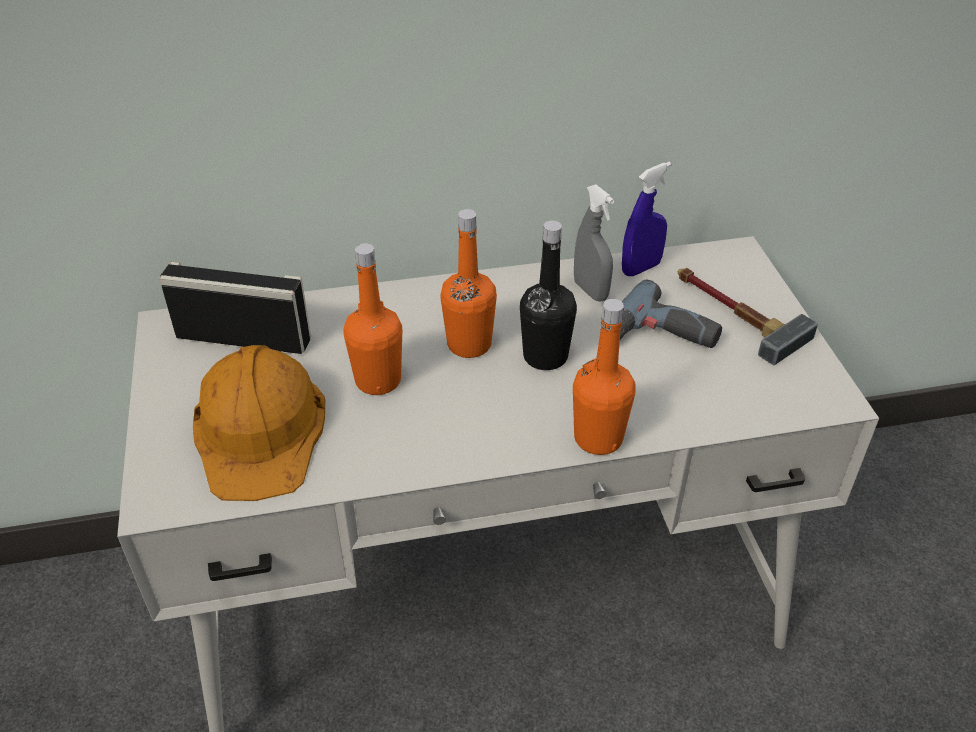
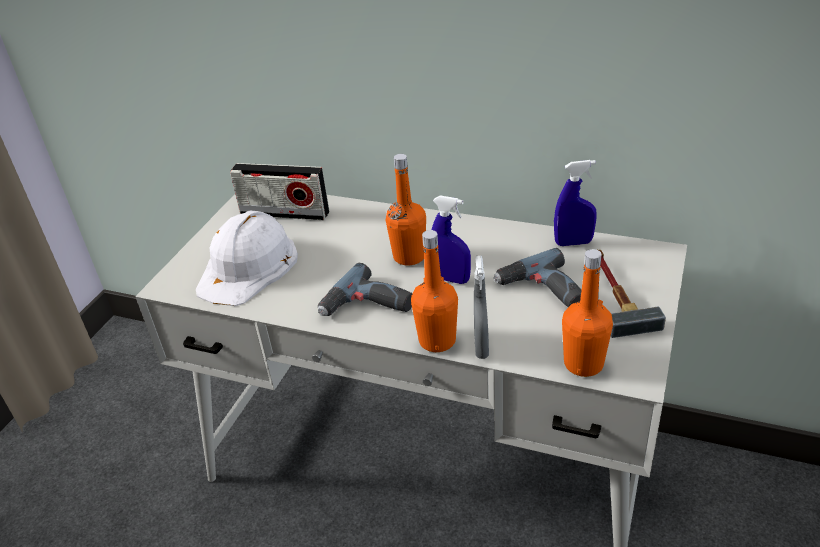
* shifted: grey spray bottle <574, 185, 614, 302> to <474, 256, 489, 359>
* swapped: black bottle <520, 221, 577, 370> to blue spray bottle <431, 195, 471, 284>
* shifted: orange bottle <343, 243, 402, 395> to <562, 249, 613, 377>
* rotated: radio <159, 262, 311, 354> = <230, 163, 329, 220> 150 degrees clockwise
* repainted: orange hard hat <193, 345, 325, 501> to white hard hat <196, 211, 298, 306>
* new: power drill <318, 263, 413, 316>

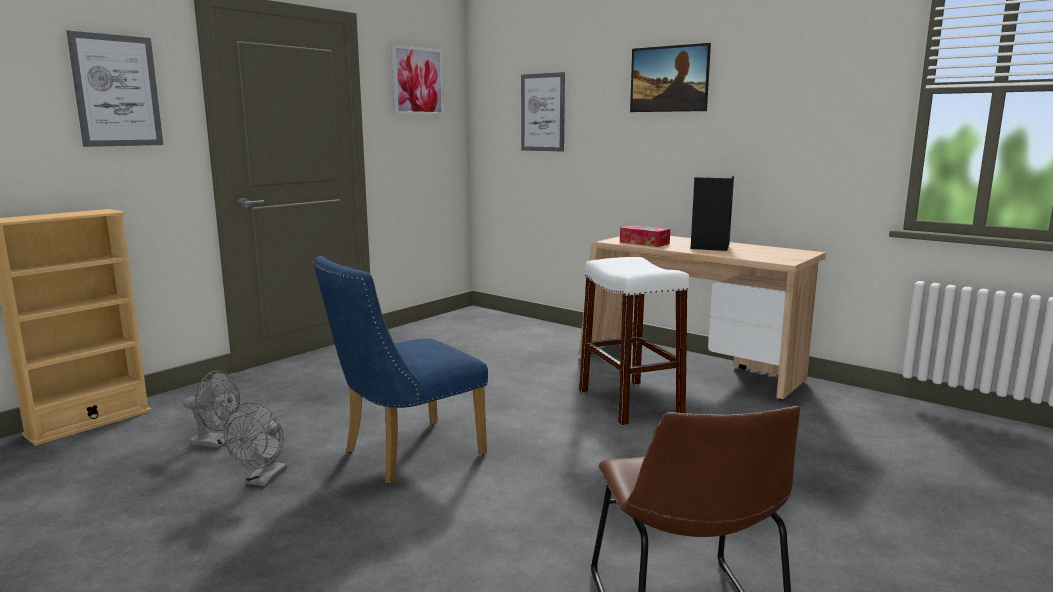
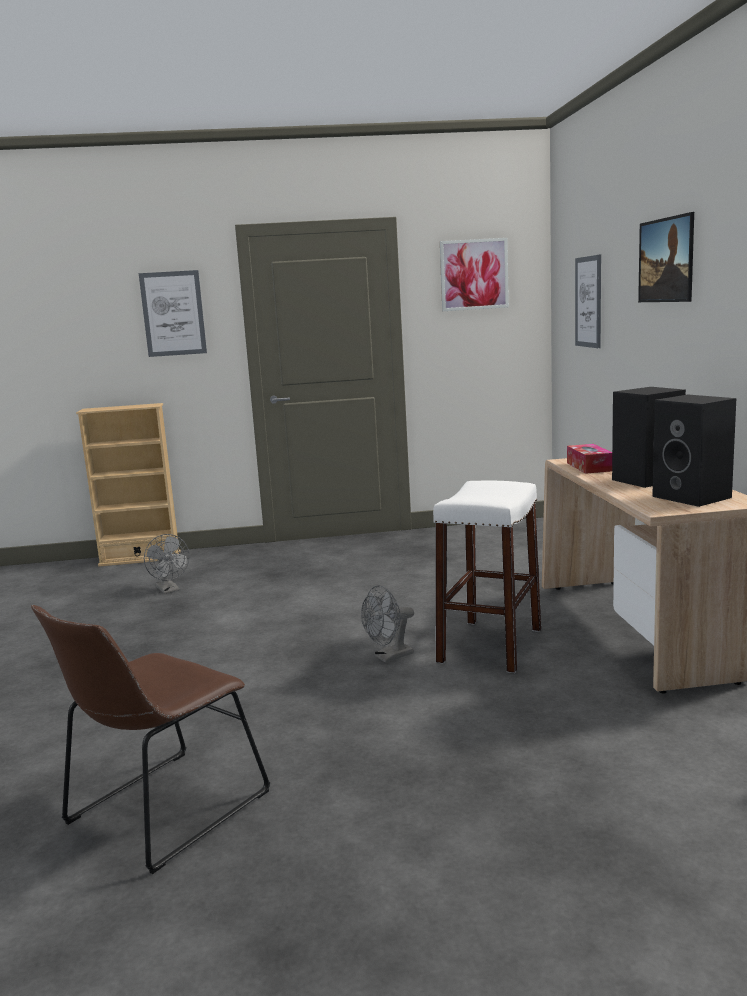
* gone: blue chair <313, 256, 488, 484>
* shifted: grey fan <224, 402, 287, 486> to <361, 585, 414, 663>
* new: black speaker <652, 395, 736, 507>

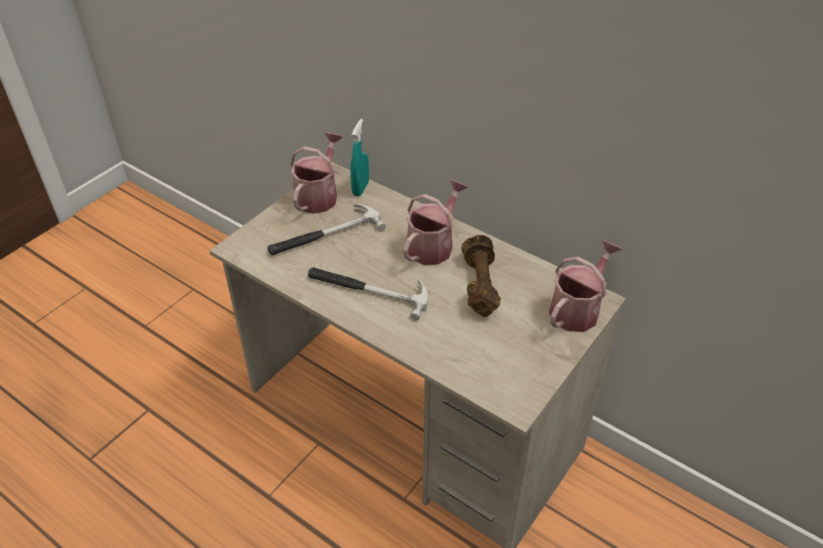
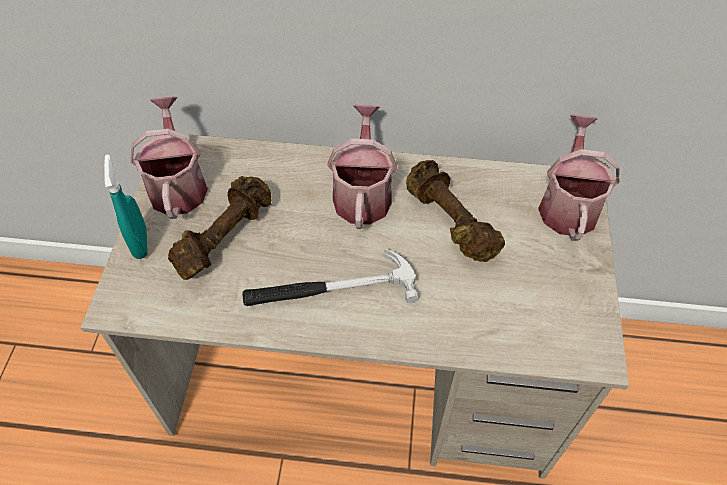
* shifted: turquoise spray bottle <350, 119, 369, 196> to <104, 154, 148, 259>
* swapped: hammer <267, 204, 386, 255> to brown dumbbell <168, 176, 271, 280>

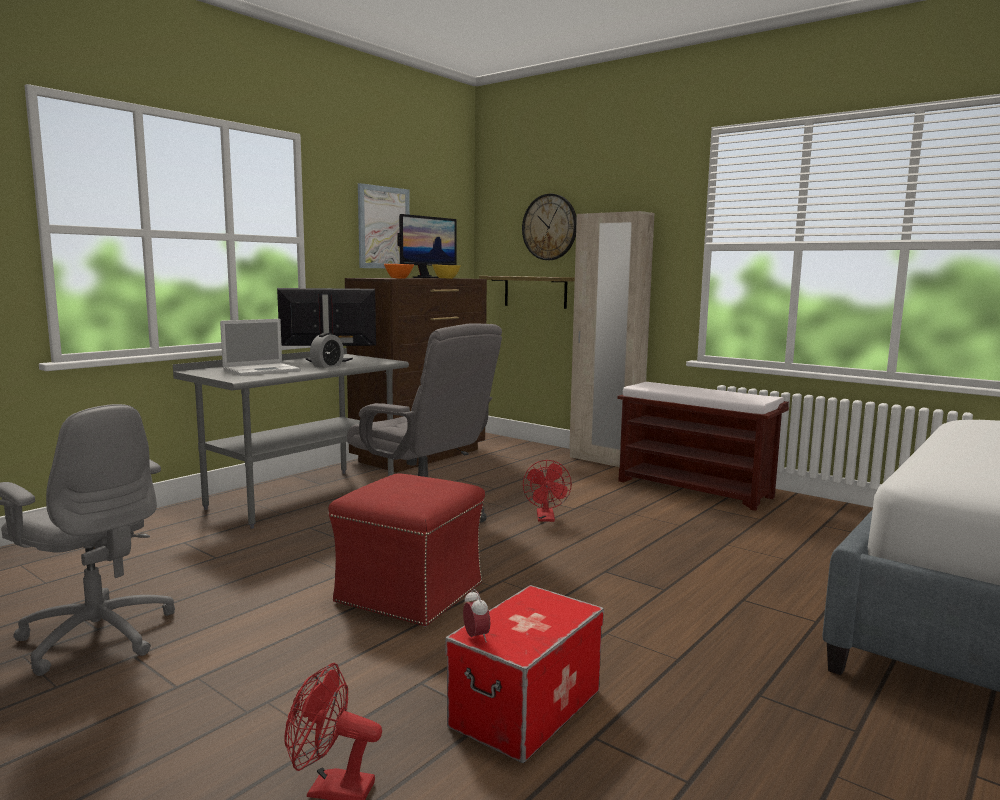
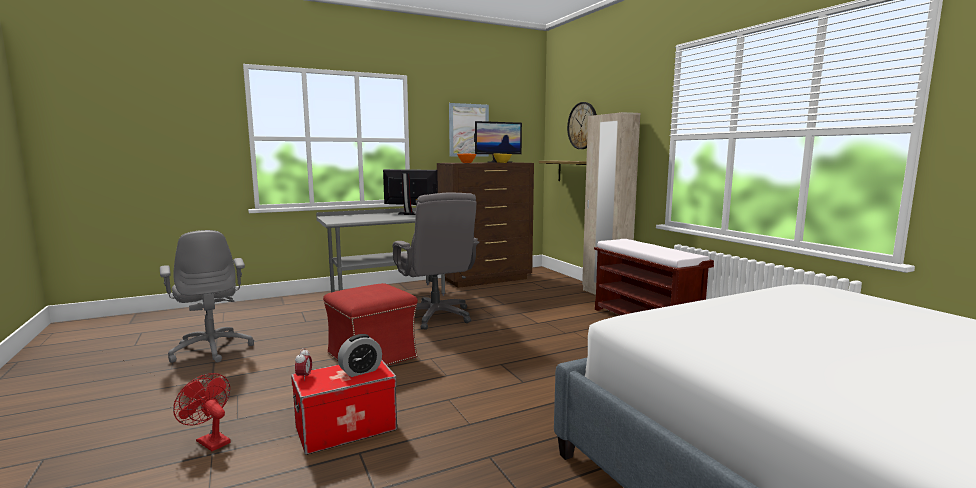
* gone: laptop <220, 319, 301, 376>
* shifted: alarm clock <310, 333, 344, 368> to <338, 334, 382, 377>
* gone: red fan <523, 460, 572, 522>

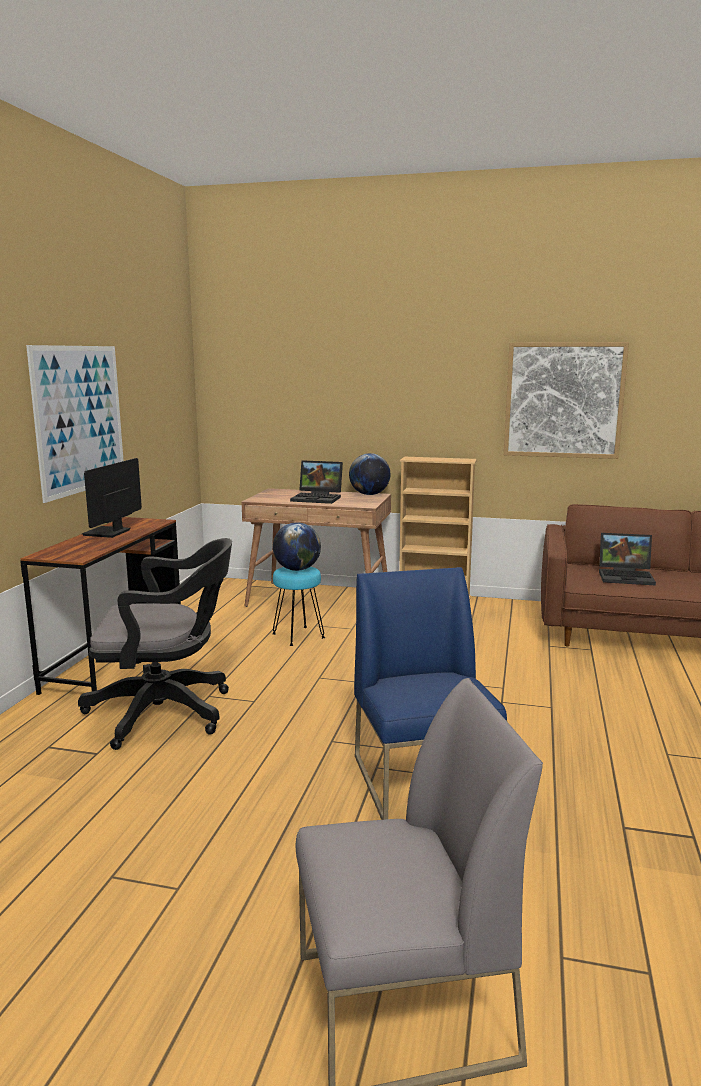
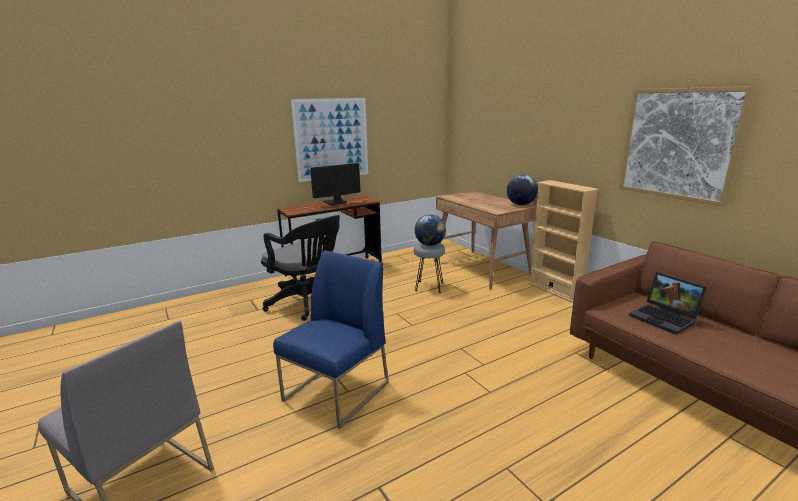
* gone: laptop <290, 460, 343, 504>
* repainted: turquoise stool <272, 567, 325, 646> to grey stool <414, 243, 445, 293>

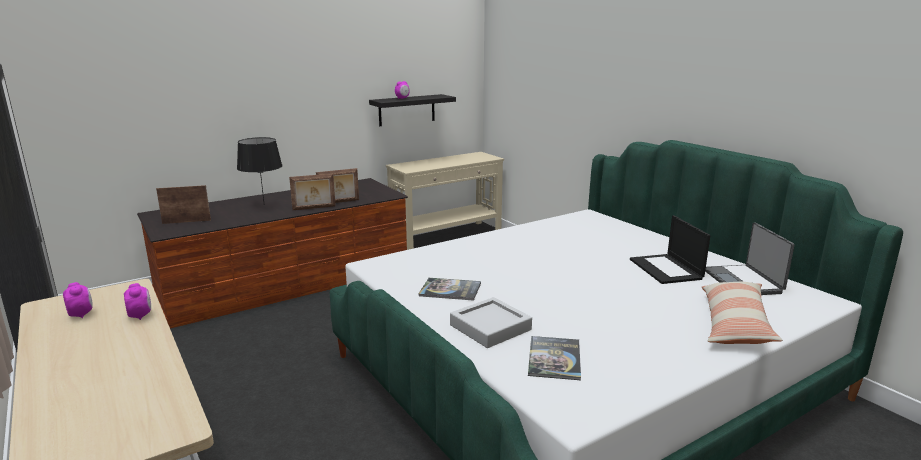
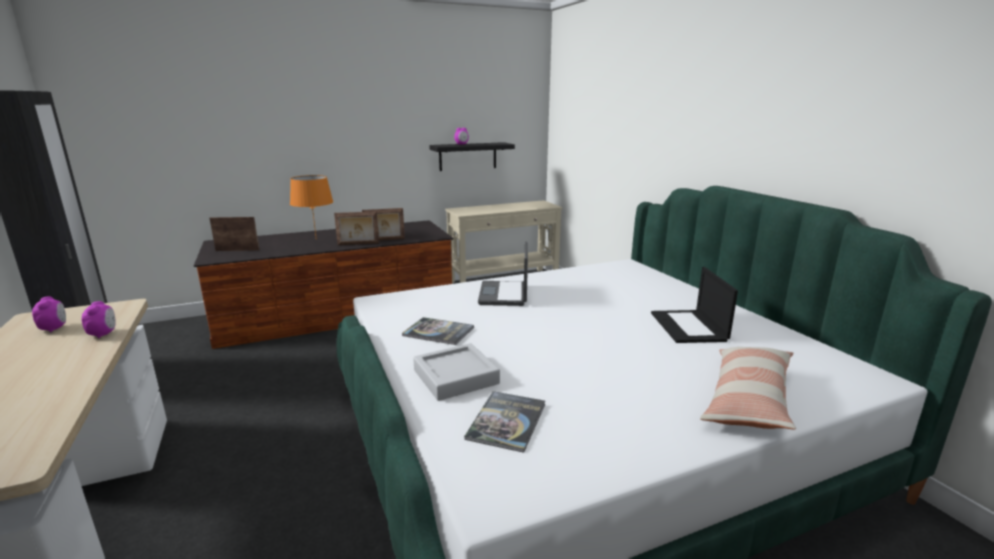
* repainted: black table lamp <237, 137, 283, 201> to orange table lamp <290, 175, 333, 235>
* shifted: laptop <705, 222, 794, 295> to <478, 241, 528, 306>

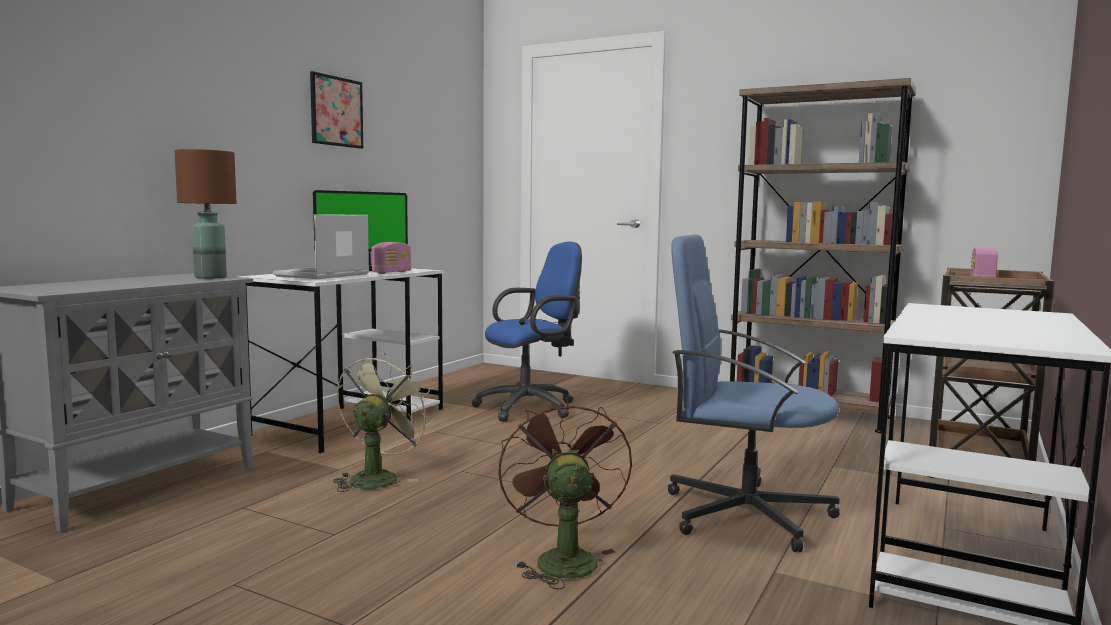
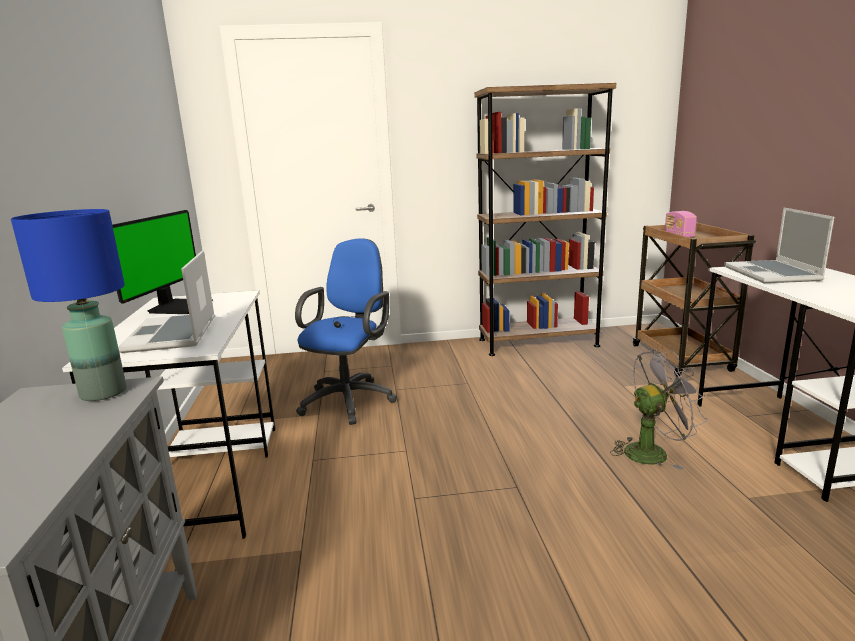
* gone: picture <310, 71, 363, 149>
* repainted: brown table lamp <174, 149, 237, 279> to blue table lamp <11, 209, 127, 401>
* swapped: blue office chair <668, 235, 840, 552> to grey fan <610, 349, 707, 470>
* gone: radio <371, 242, 411, 274>
* gone: green fan <333, 353, 434, 492>
* gone: brown fan <498, 397, 632, 589>
* new: laptop <724, 208, 834, 283>

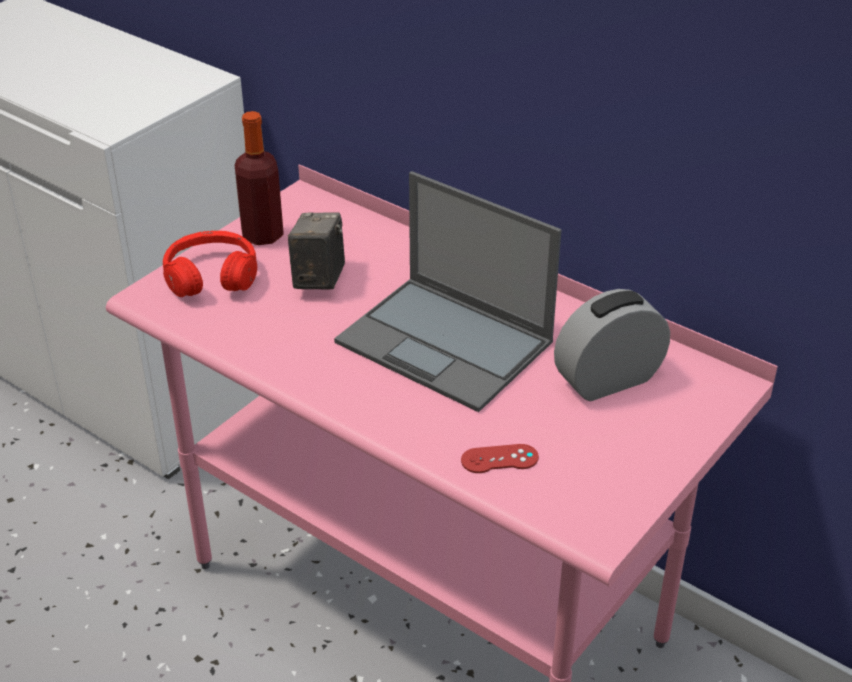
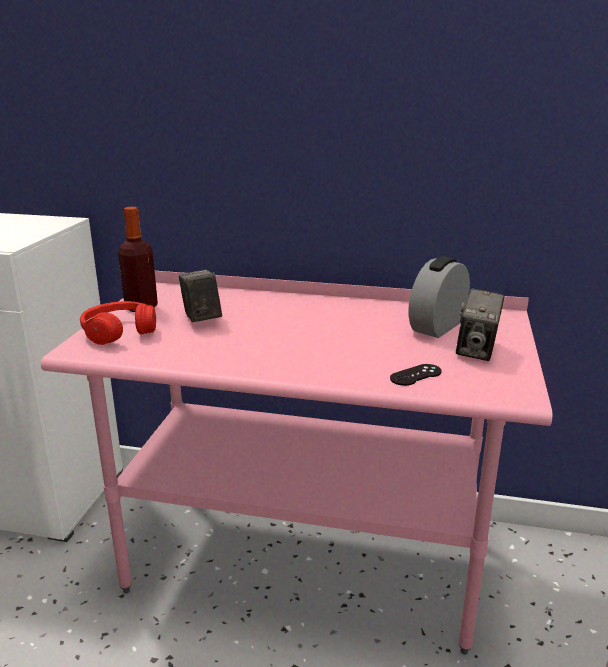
* gone: laptop <334, 171, 562, 412>
* repainted: red game controller <461, 444, 539, 473> to black game controller <390, 364, 442, 386>
* new: photo camera <456, 288, 504, 361>

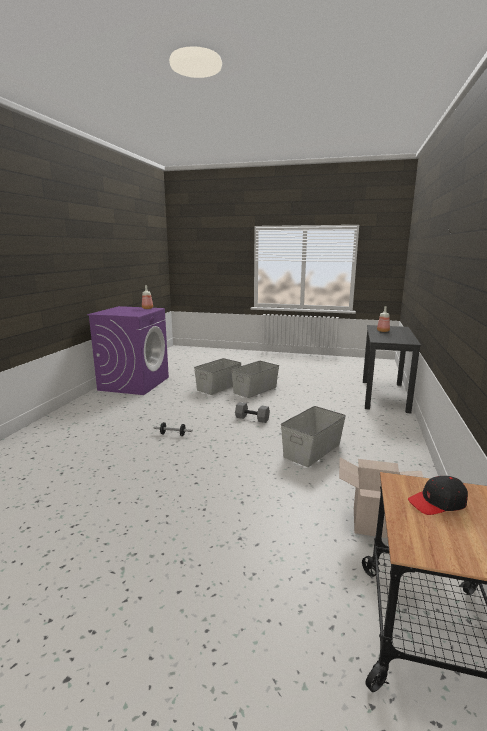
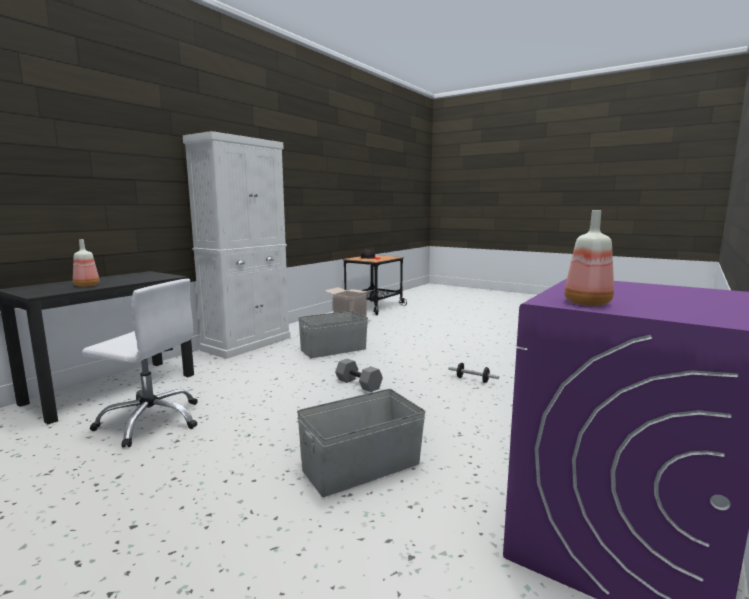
* gone: grey storage box <231, 361, 279, 398>
* new: white cabinet <183, 131, 290, 359>
* new: white office chair <82, 279, 198, 447>

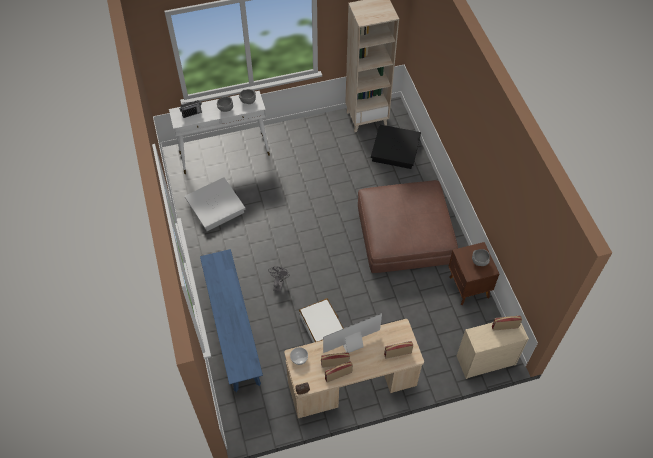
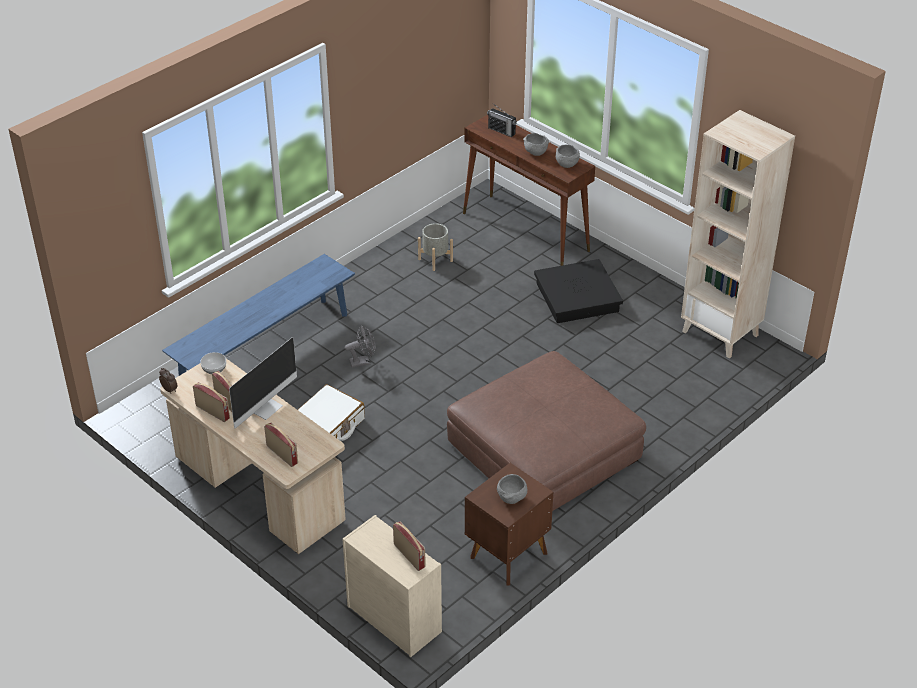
* repainted: white console table <169, 91, 270, 174> to brown console table <463, 115, 595, 266>
* shifted: black storage box <371, 125, 421, 169> to <534, 259, 623, 323>
* swapped: white storage box <185, 177, 245, 231> to grey planter <418, 223, 453, 271>
* rotated: monitor <323, 313, 382, 353> = <229, 337, 297, 428> 90 degrees clockwise

